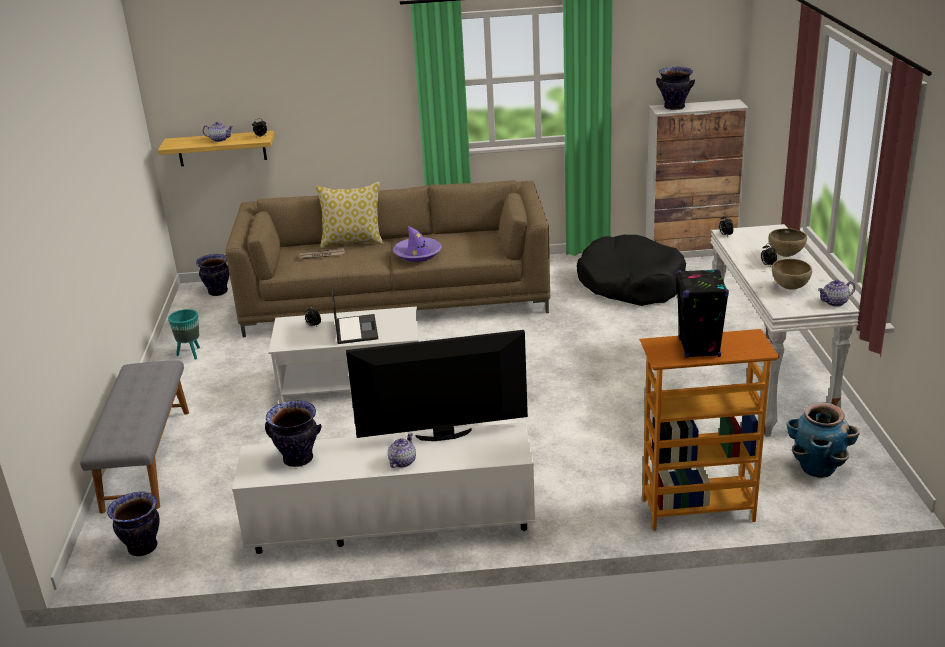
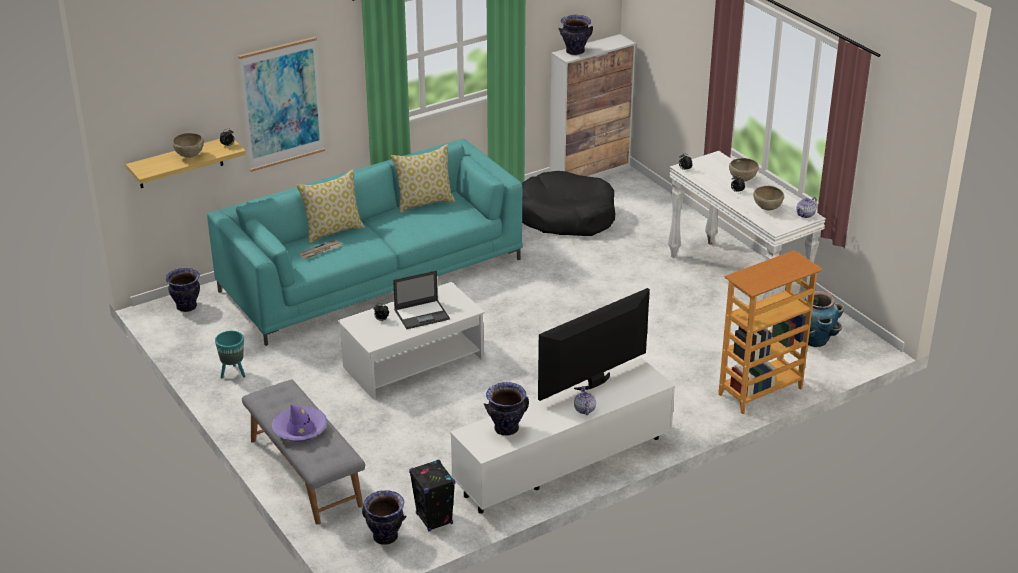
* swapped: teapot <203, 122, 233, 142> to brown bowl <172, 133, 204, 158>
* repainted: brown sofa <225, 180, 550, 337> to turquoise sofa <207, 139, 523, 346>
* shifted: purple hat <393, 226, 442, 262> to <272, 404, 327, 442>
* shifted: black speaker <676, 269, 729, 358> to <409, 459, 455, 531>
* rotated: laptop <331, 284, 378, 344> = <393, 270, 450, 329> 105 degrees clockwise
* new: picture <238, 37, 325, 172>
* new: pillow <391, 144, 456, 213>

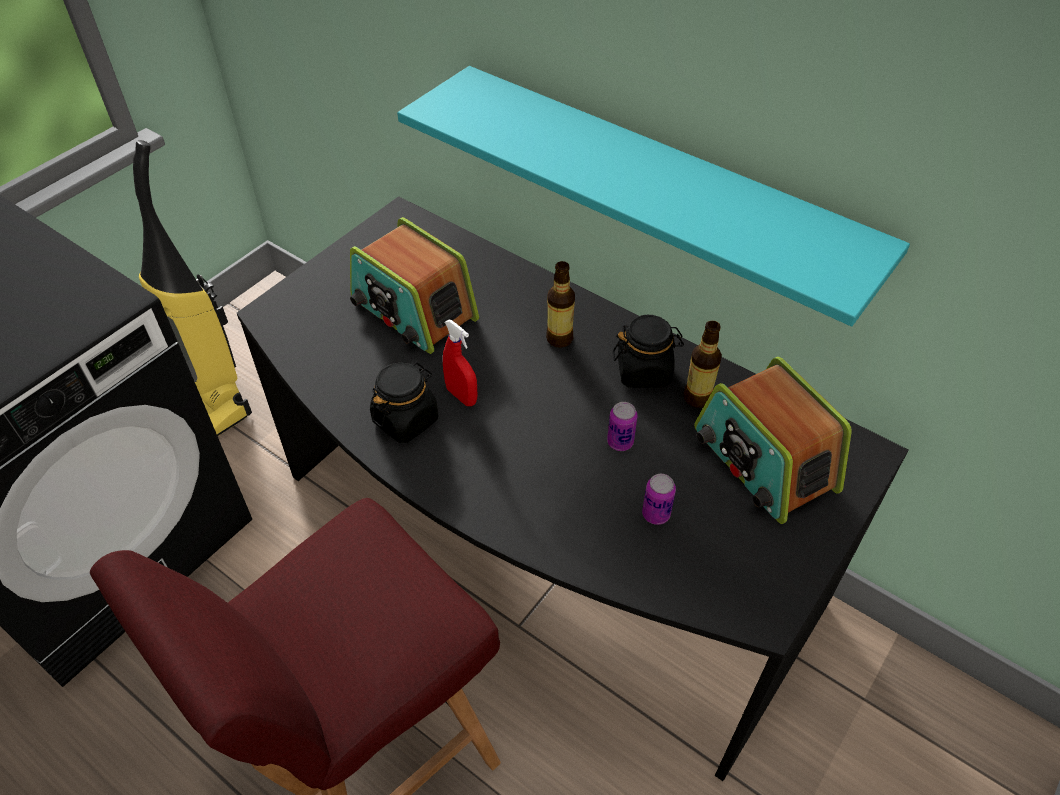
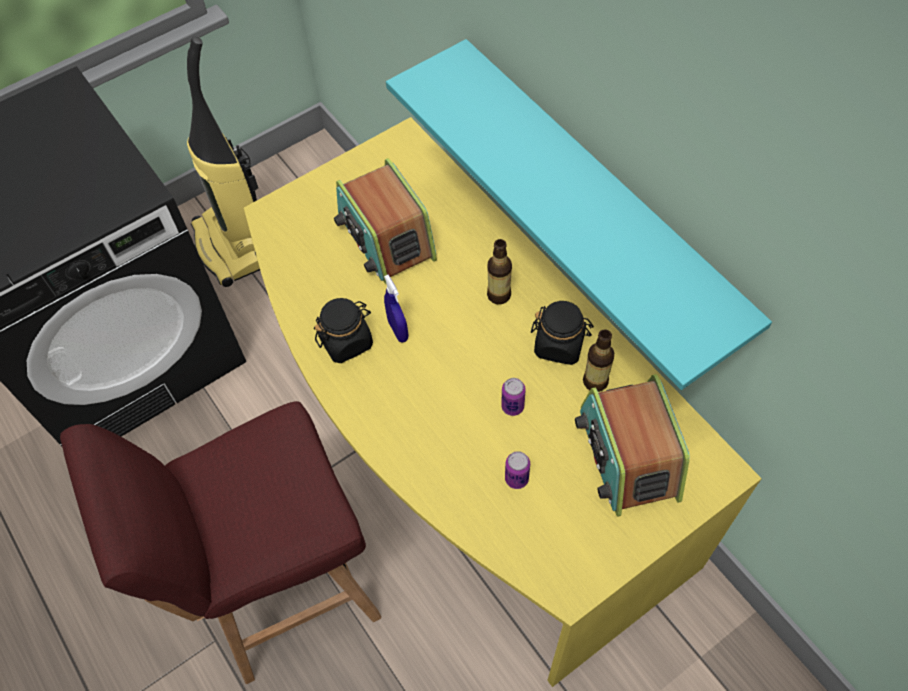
* repainted: black desk <237, 196, 909, 781> to yellow desk <244, 117, 762, 687>
* repainted: red spray bottle <443, 320, 477, 406> to blue spray bottle <384, 275, 409, 343>

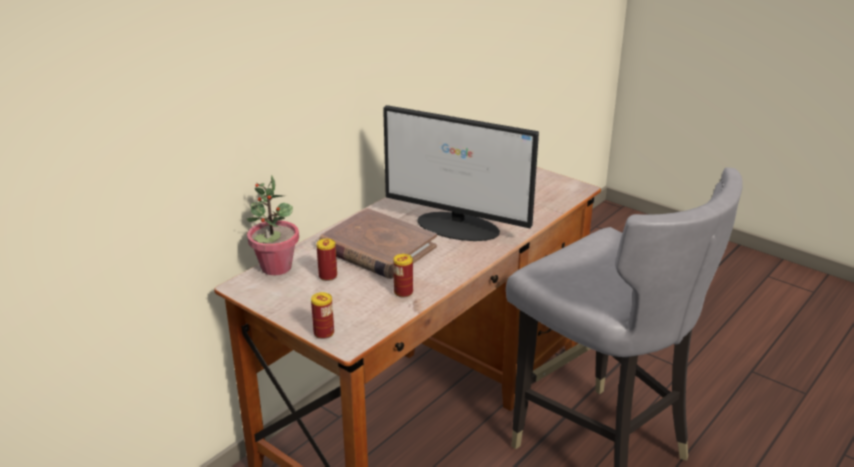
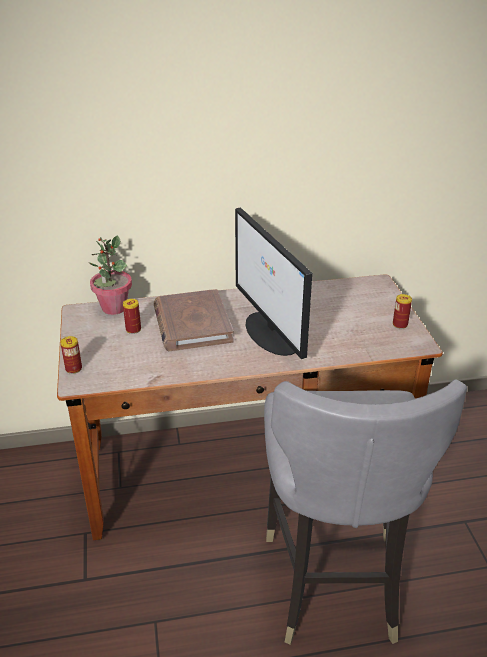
* shifted: can <393, 254, 413, 297> to <393, 294, 412, 329>

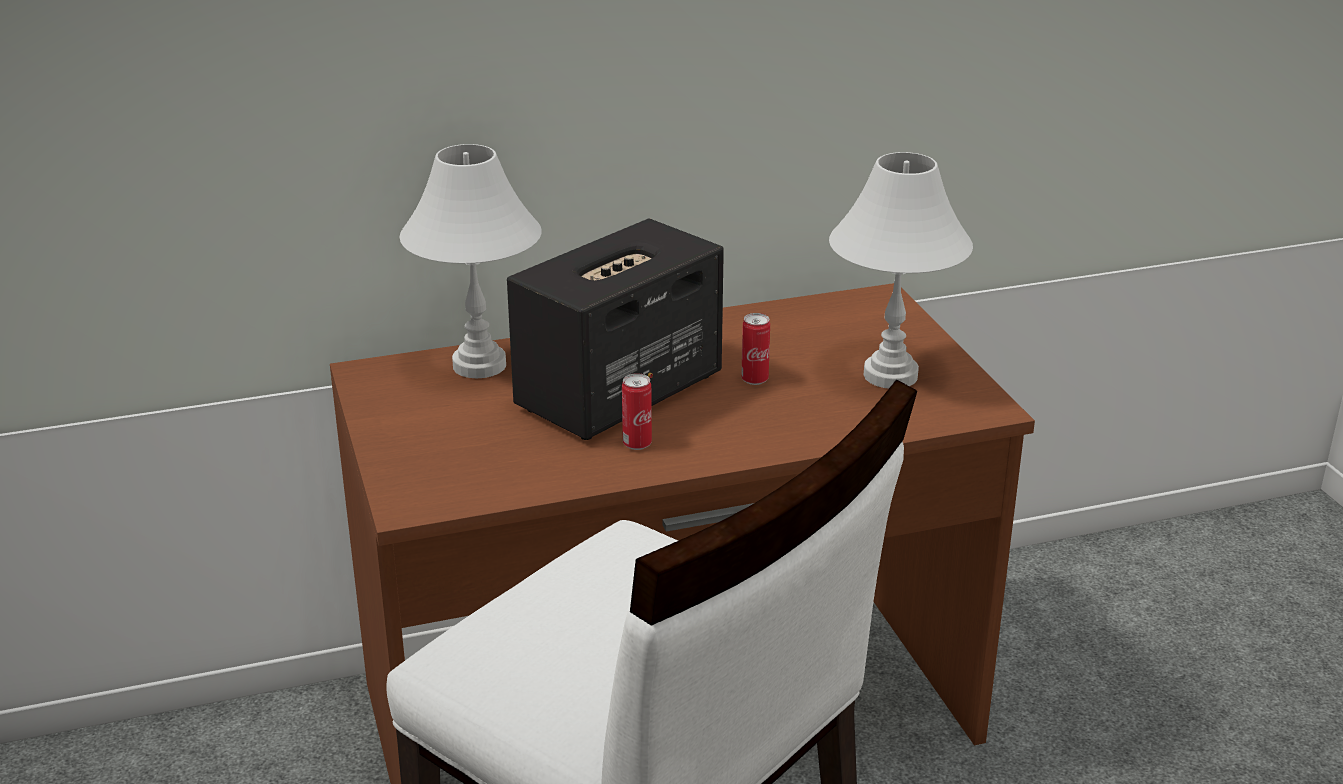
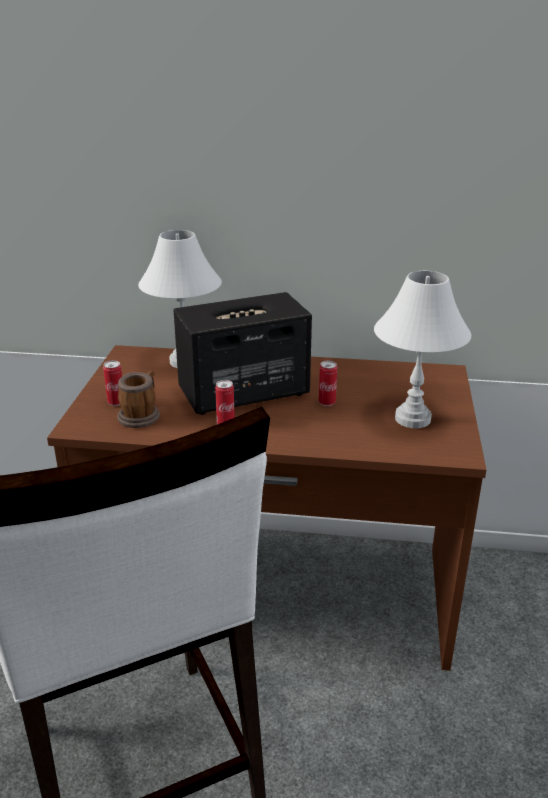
* new: can <103, 360, 122, 406>
* new: mug <117, 371, 160, 428>

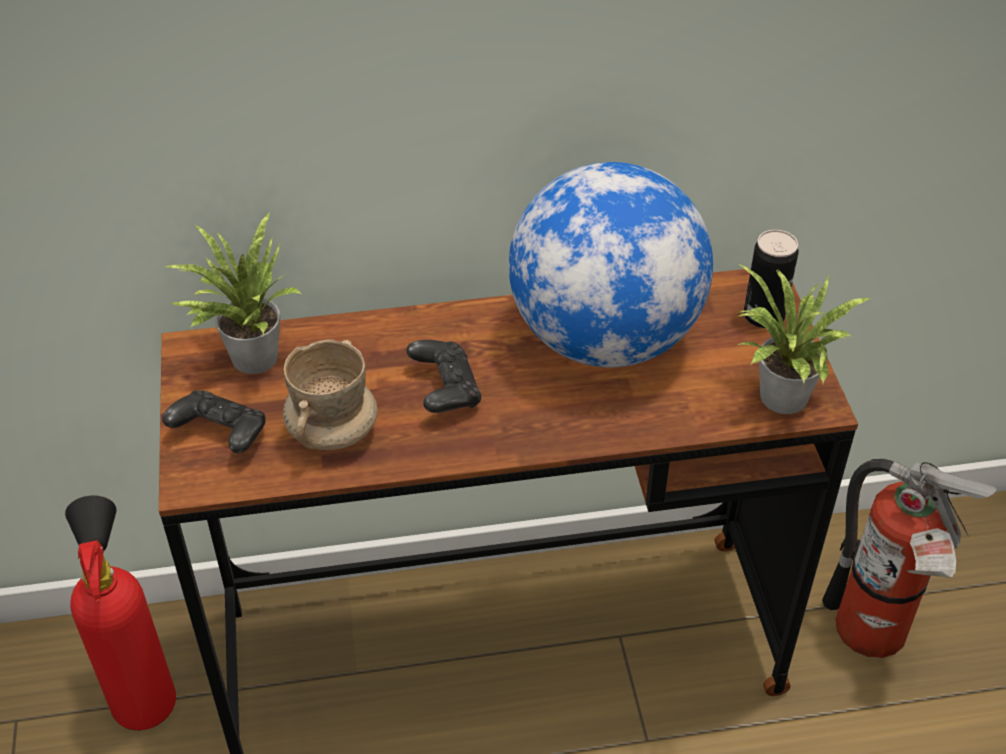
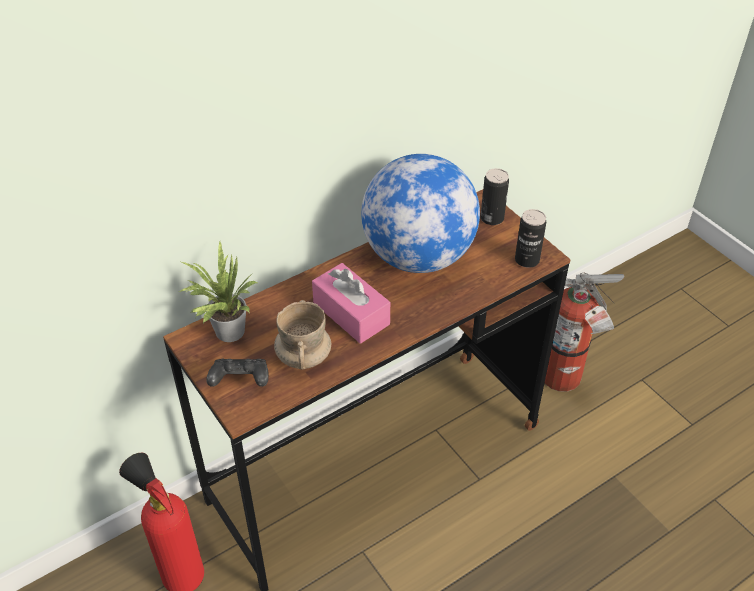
* swapped: potted plant <737, 263, 872, 414> to can <515, 209, 546, 268>
* swapped: black game controller <407, 340, 482, 413> to pink tissue box <312, 263, 390, 344>

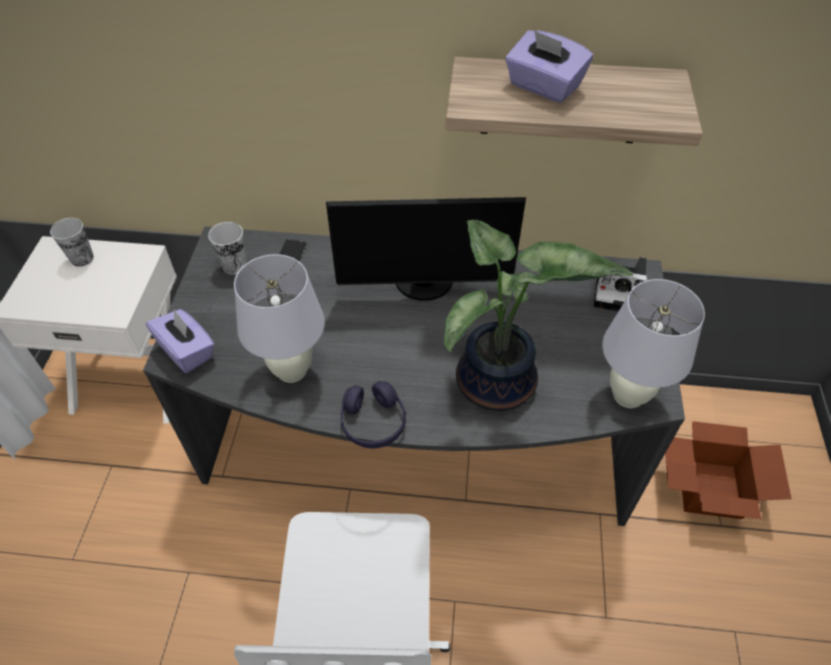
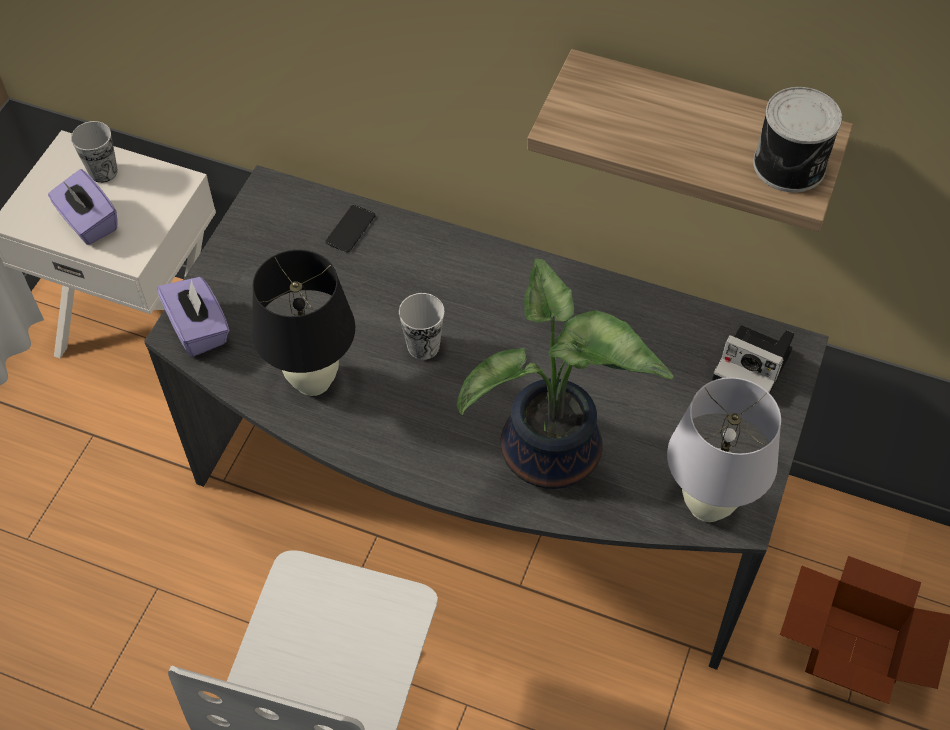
* shifted: purple tissue box <505, 30, 593, 103> to <48, 169, 118, 245>
* gone: monitor <326, 197, 526, 301>
* shifted: cup <208, 222, 247, 275> to <399, 293, 444, 360>
* repainted: white table lamp <234, 254, 325, 383> to black table lamp <252, 250, 355, 396>
* gone: purple headphones <340, 381, 406, 449>
* new: can <753, 87, 842, 192>

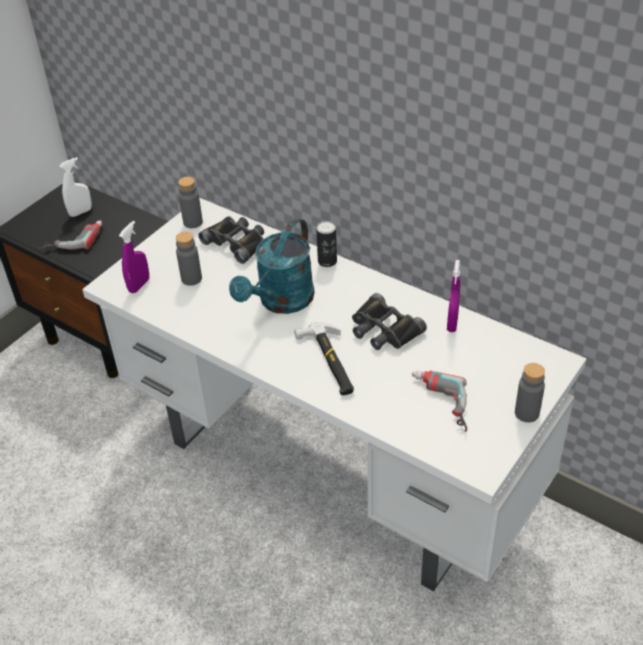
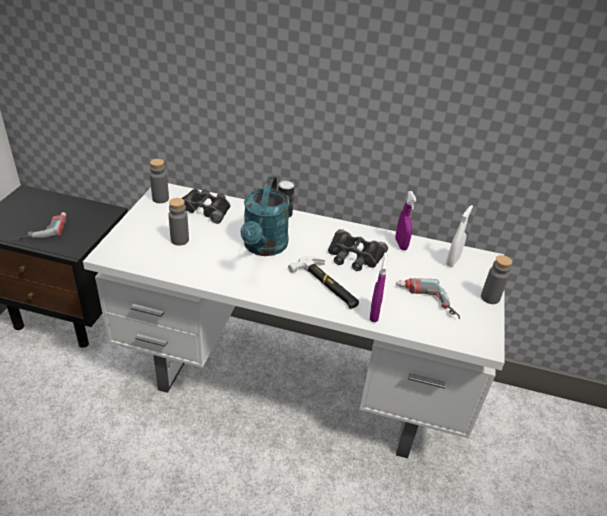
* shifted: white spray bottle <60, 157, 92, 217> to <446, 205, 473, 267>
* shifted: purple spray bottle <119, 221, 149, 293> to <370, 252, 388, 322>

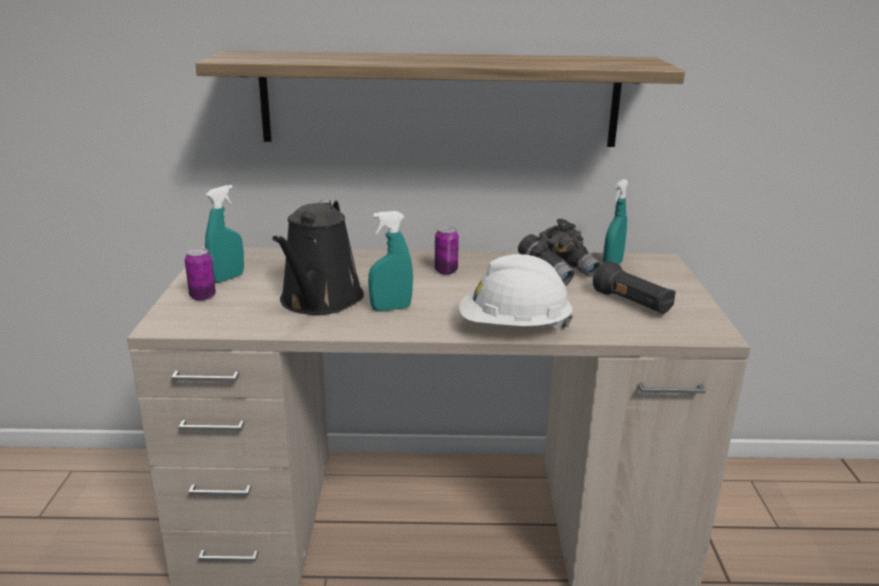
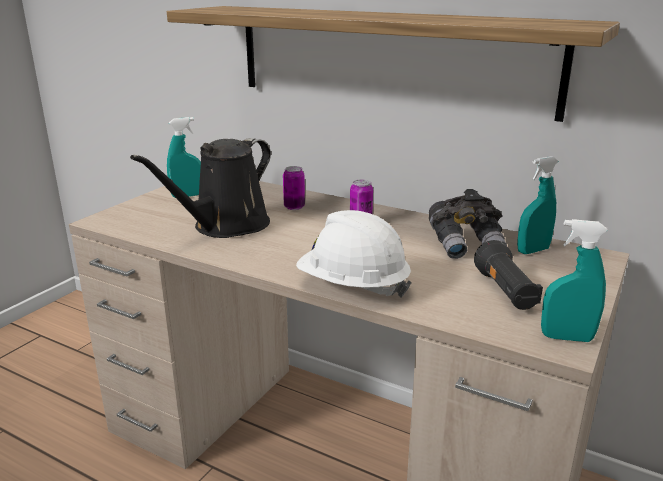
* shifted: turquoise spray bottle <368, 211, 413, 311> to <541, 219, 608, 342>
* shifted: can <185, 248, 216, 301> to <283, 166, 305, 210>

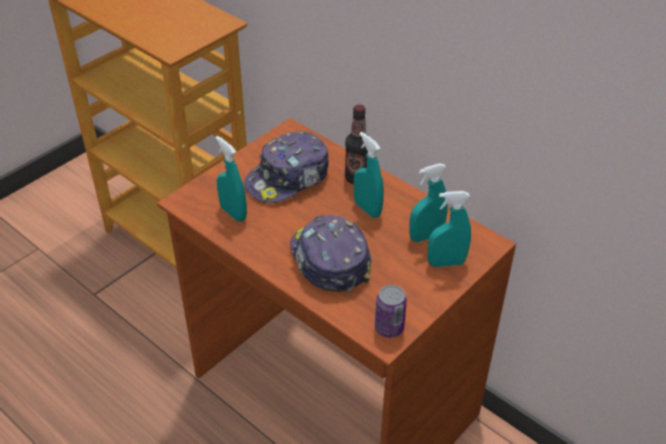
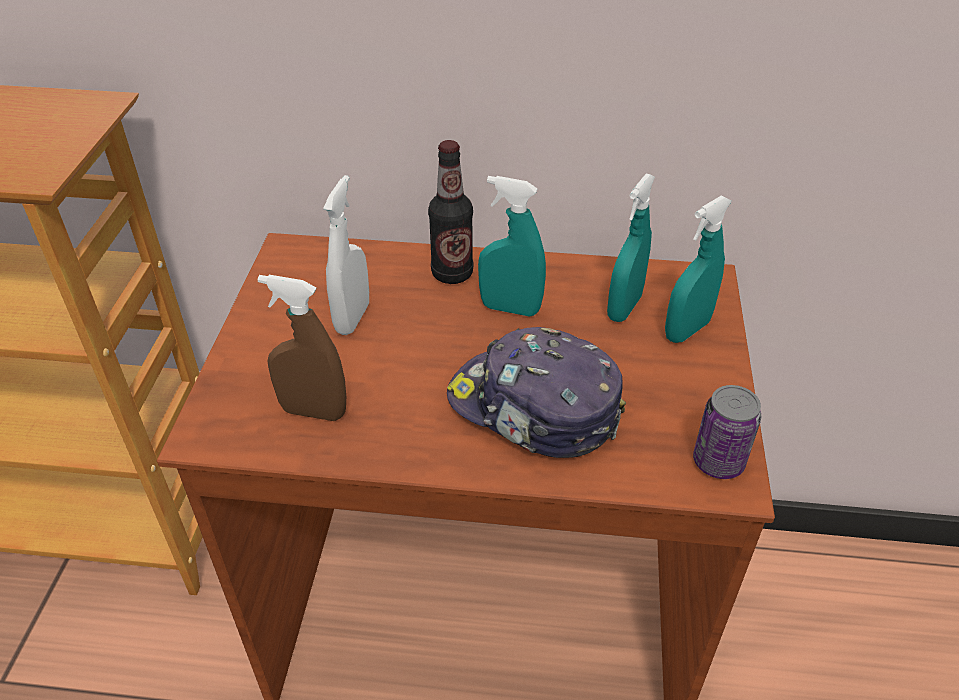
* swapped: cap <244, 131, 329, 203> to white spray bottle <323, 175, 369, 335>
* repainted: turquoise spray bottle <216, 136, 247, 222> to brown spray bottle <258, 275, 346, 421>

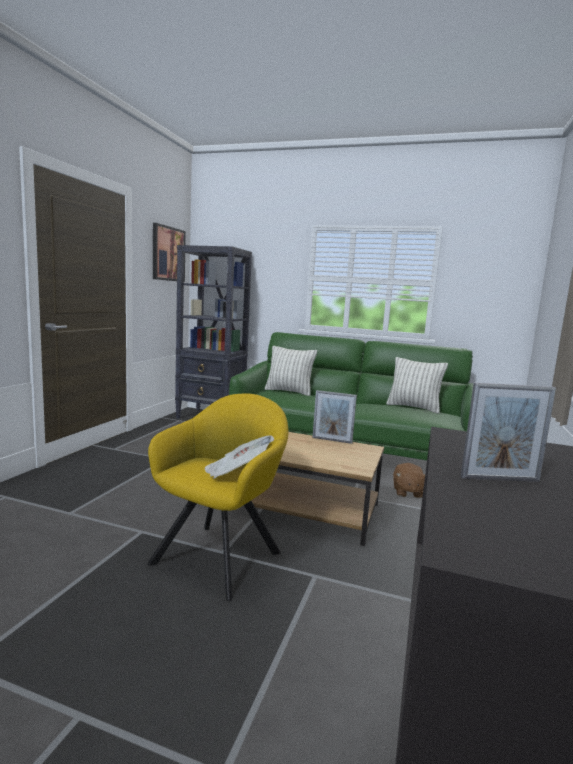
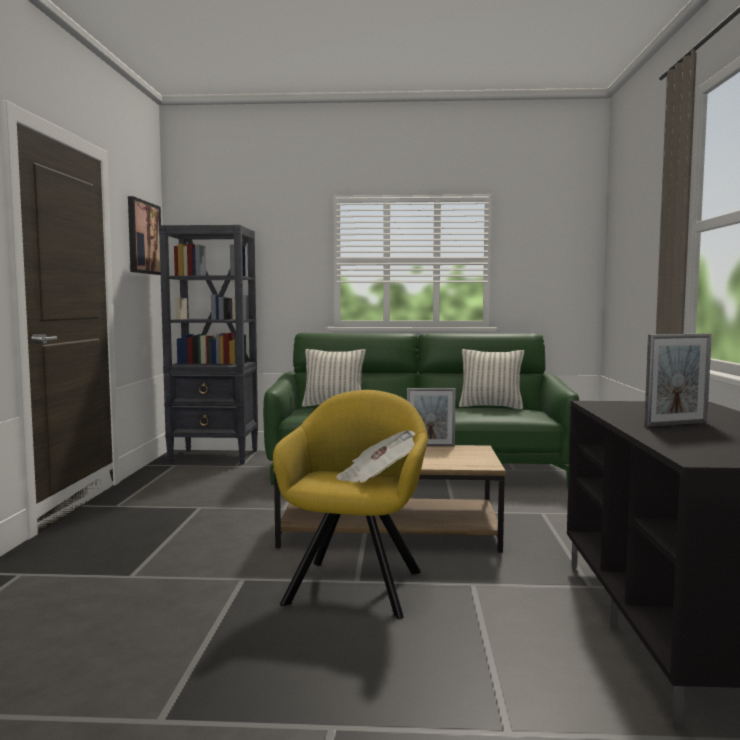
* gone: brown plush toy <393, 463, 425, 498>

